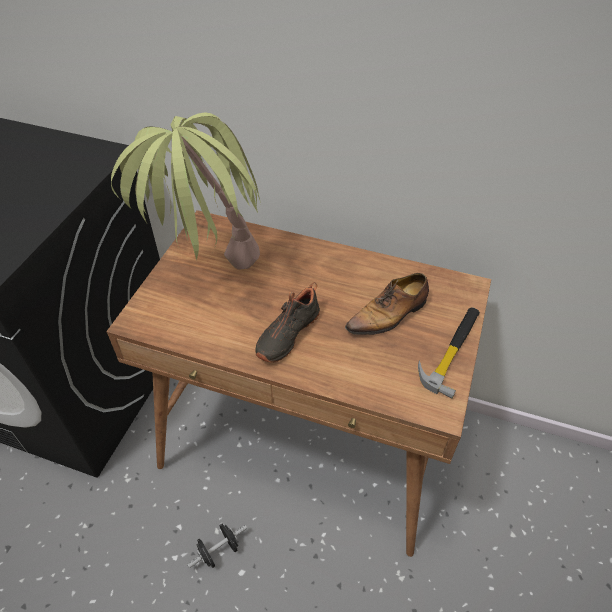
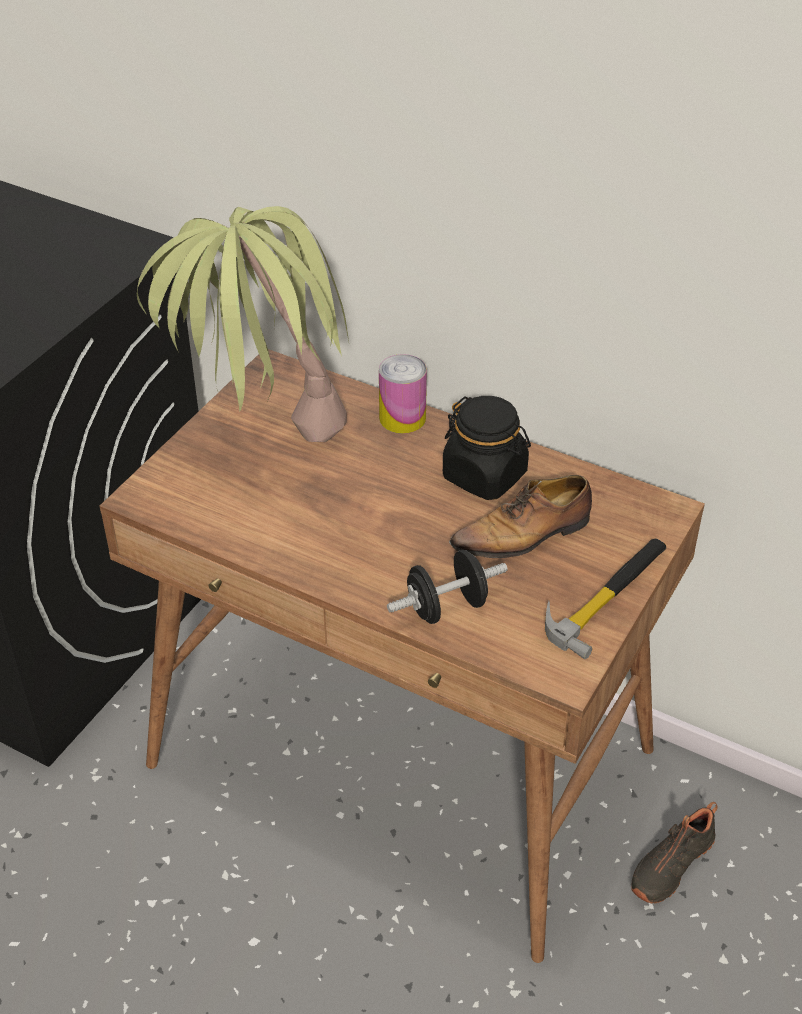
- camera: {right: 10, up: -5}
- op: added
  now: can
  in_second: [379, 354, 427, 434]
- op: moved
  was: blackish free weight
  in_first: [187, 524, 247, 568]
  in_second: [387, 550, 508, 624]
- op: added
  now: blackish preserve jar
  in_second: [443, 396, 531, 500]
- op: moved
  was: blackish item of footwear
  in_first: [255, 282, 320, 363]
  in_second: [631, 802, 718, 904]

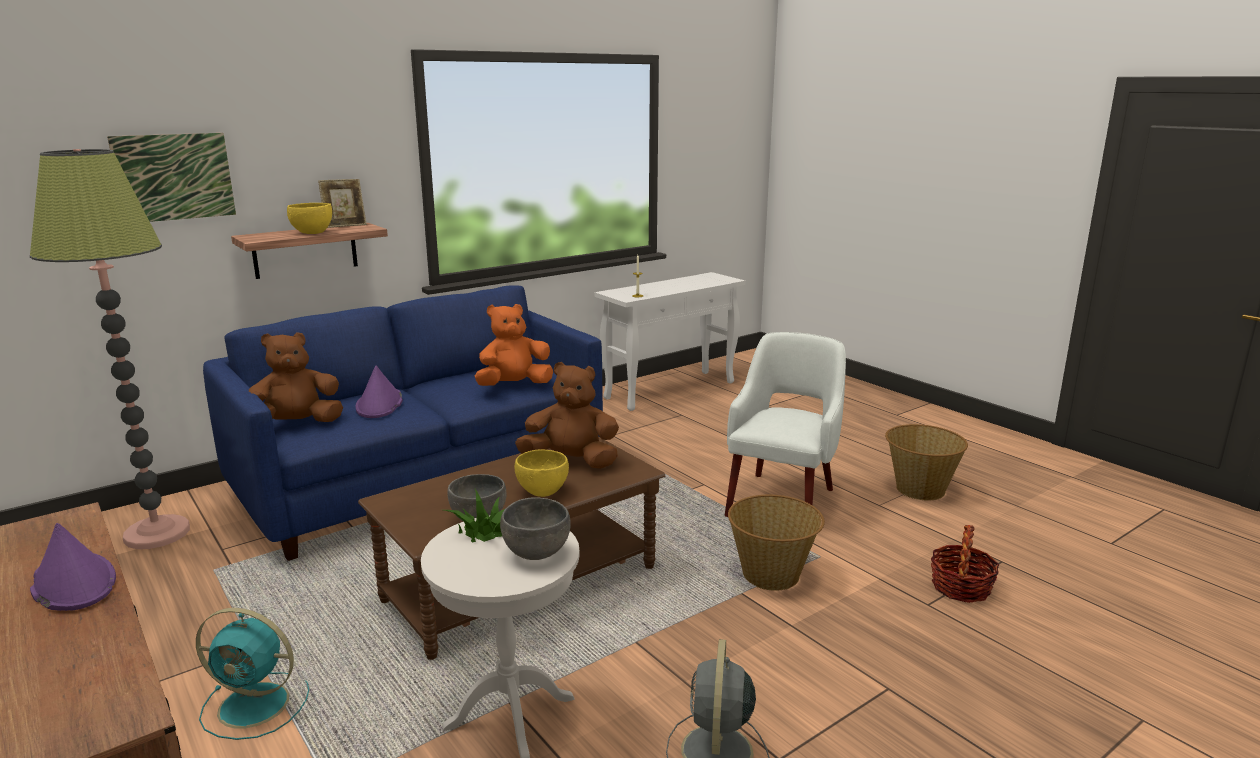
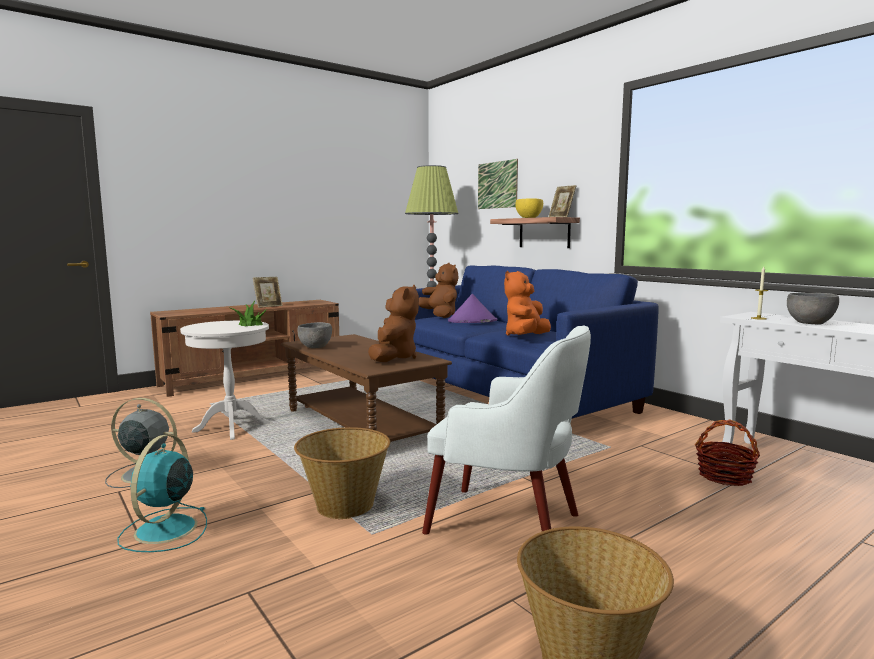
- camera: {right: 90, up: -10}
- op: moved
  was: turquoise-coloured cooling fan
  in_first: [196, 608, 309, 740]
  in_second: [117, 435, 207, 552]
- op: replaced
  was: purple wearable hat
  now: picture frame
  in_first: [30, 523, 116, 611]
  in_second: [253, 277, 283, 308]
- op: turned
  was: orangey plush toy
  in_first: [475, 304, 553, 386]
  in_second: [504, 271, 551, 335]
  clockwise: -120
- op: moved
  was: storage basket
  in_first: [931, 525, 999, 603]
  in_second: [695, 419, 760, 486]
- op: moved
  was: grey bowl
  in_first: [500, 497, 571, 560]
  in_second: [787, 293, 839, 324]
- op: removed
  was: yellow bowl
  in_first: [514, 449, 569, 497]

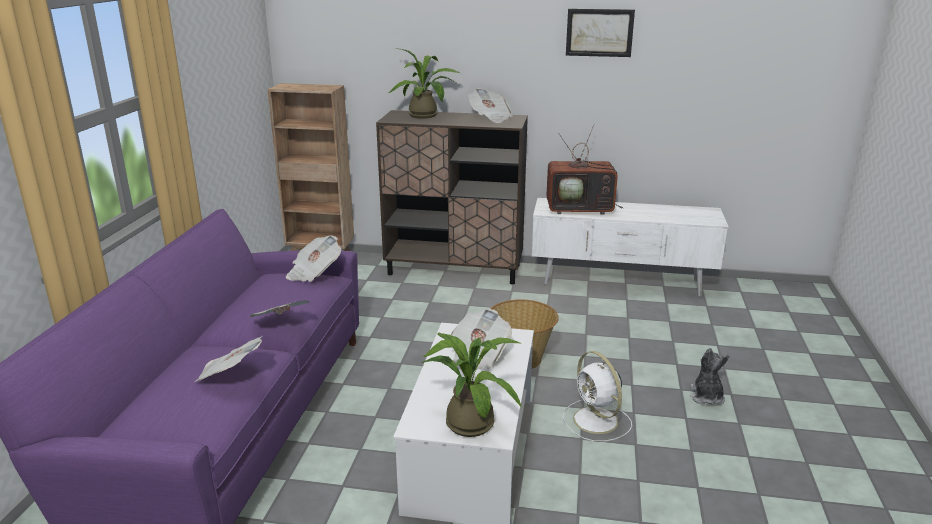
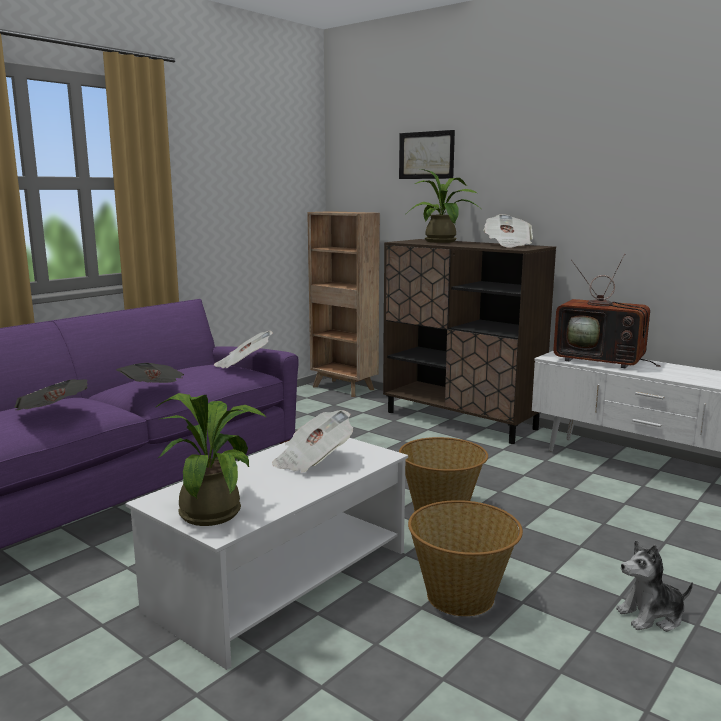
- camera: {right: 30, up: -10}
- op: moved
  was: picture
  in_first: [566, 9, 635, 57]
  in_second: [399, 130, 455, 179]
- op: replaced
  was: whitish cooling fan
  now: storage basket
  in_first: [563, 351, 632, 442]
  in_second: [408, 500, 523, 616]
- op: turned
  was: plush toy
  in_first: [690, 348, 730, 405]
  in_second: [616, 540, 693, 632]
  clockwise: -135

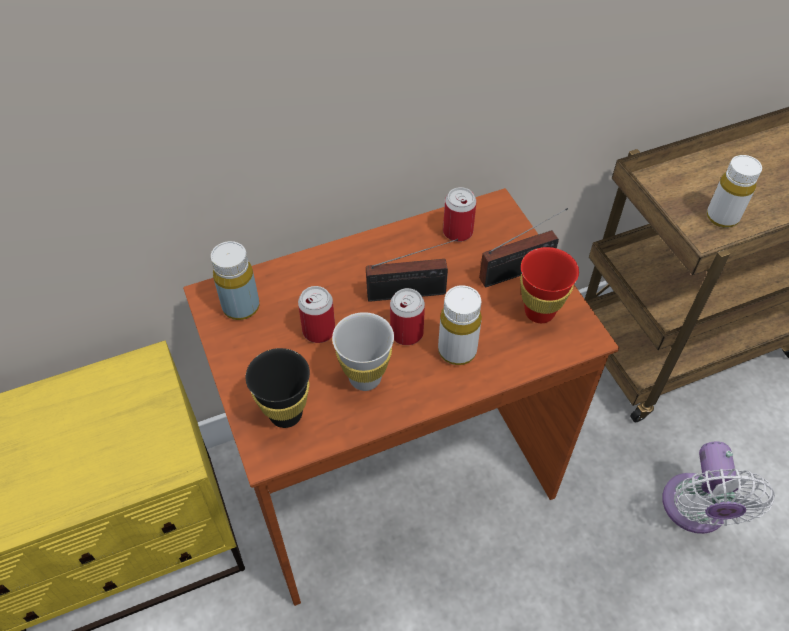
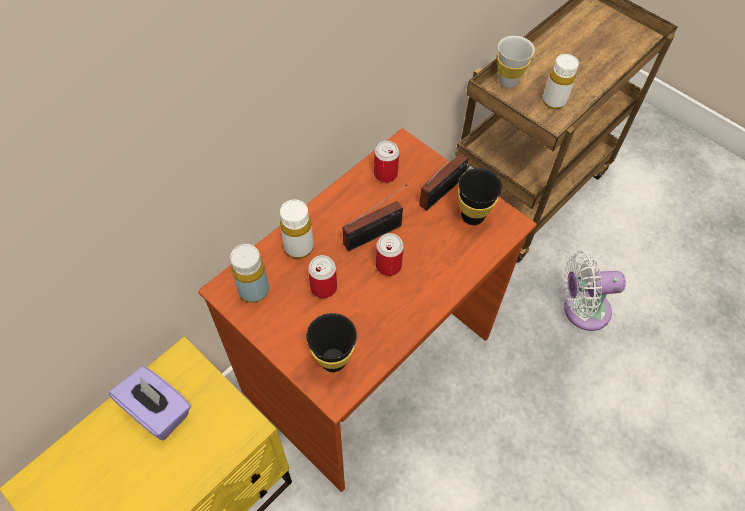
- camera: {right: -25, up: 5}
- op: added
  now: purple tissue holder
  in_second: [109, 367, 191, 440]
- op: moved
  was: whitish beverage bottle
  in_first: [438, 285, 482, 365]
  in_second: [280, 199, 314, 259]
- op: recoloured
  was: red cup
  now: blackish cup
  in_first: [520, 247, 579, 323]
  in_second: [458, 168, 502, 225]
- op: moved
  was: whitish cup
  in_first: [332, 312, 394, 391]
  in_second: [497, 36, 535, 88]
- op: turned
  was: whitish cooling fan
  in_first: [662, 442, 775, 534]
  in_second: [564, 251, 626, 331]
  clockwise: 105

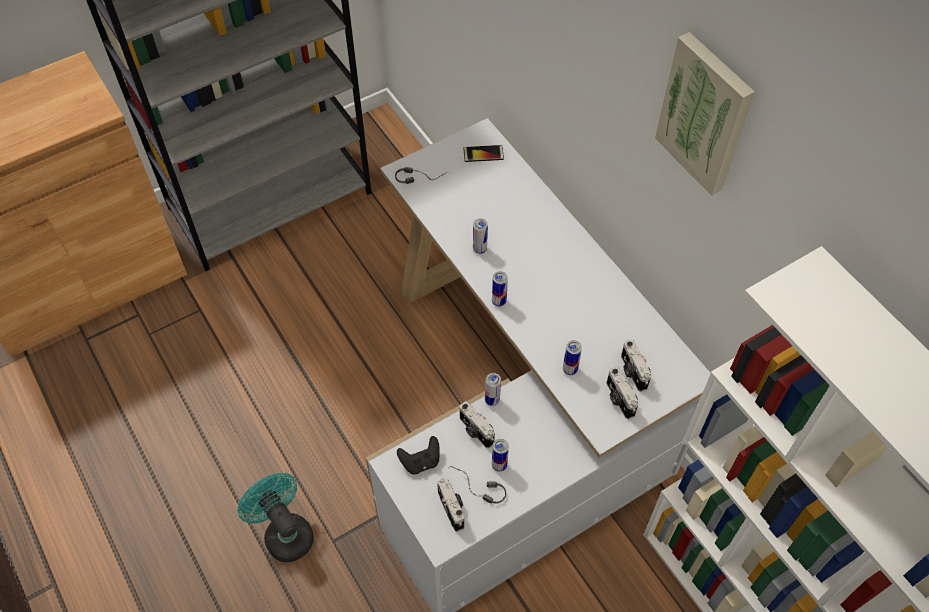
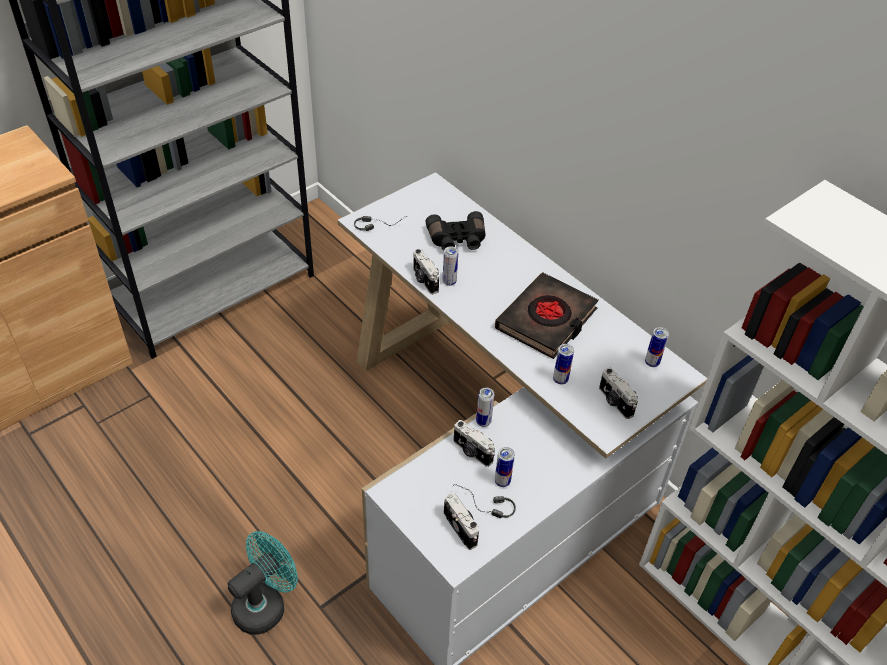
- camera: {right: -10, up: -10}
- op: turned
  was: turquoise-coloured cooling fan
  in_first: [238, 473, 314, 562]
  in_second: [228, 531, 298, 635]
  clockwise: 90
- op: moved
  was: photo camera
  in_first: [621, 340, 651, 392]
  in_second: [413, 249, 439, 294]
- op: added
  now: blackish field glasses
  in_second: [426, 211, 486, 251]
- op: added
  now: blackish book
  in_second: [495, 272, 598, 359]
- op: moved
  was: can
  in_first: [492, 271, 508, 307]
  in_second: [645, 327, 669, 367]
- op: removed
  was: blackish gamepad
  in_first: [397, 436, 440, 474]
- op: removed
  was: telephone
  in_first: [463, 145, 504, 162]
- op: removed
  was: picture
  in_first: [655, 32, 755, 196]

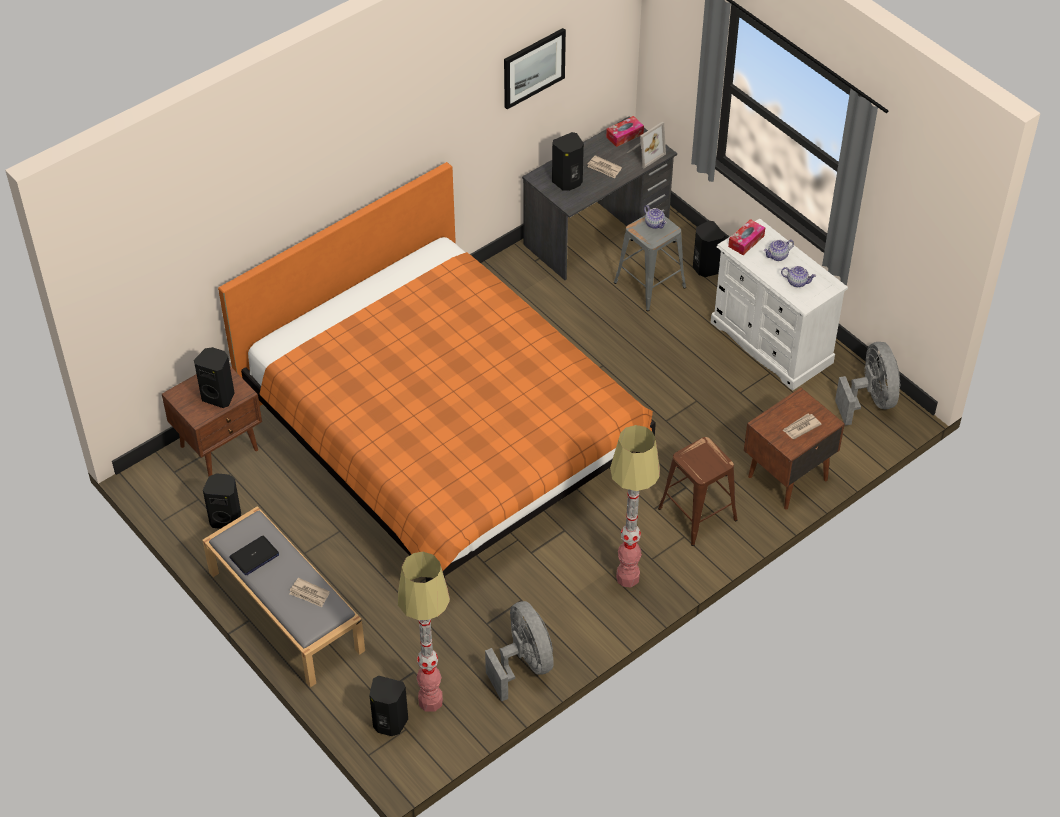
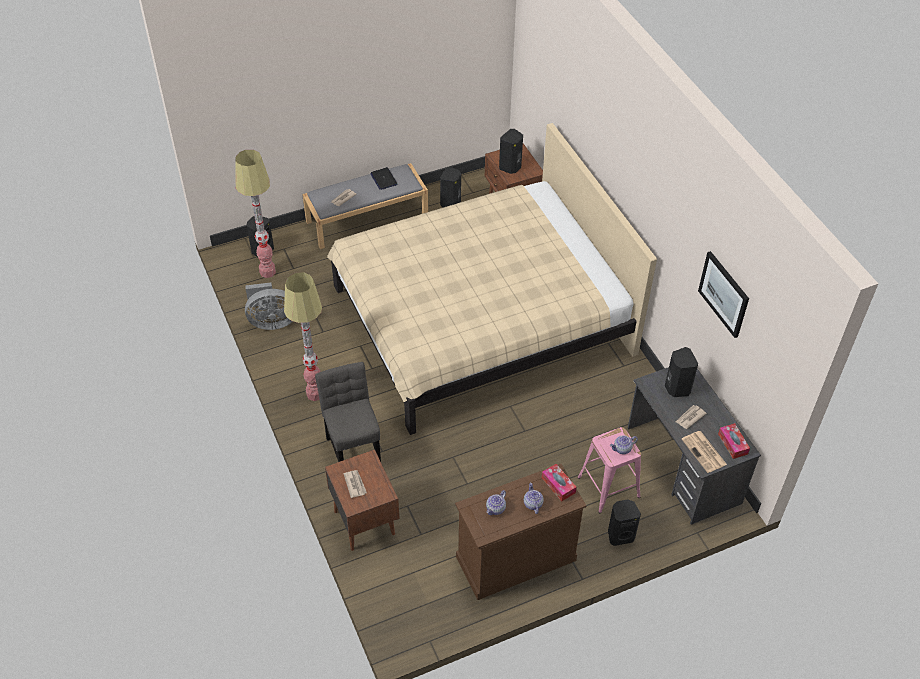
- camera: {right: 105, up: 0}
- op: replaced
  was: brown stool
  now: grey upright chair
  in_first: [658, 437, 737, 546]
  in_second: [315, 362, 381, 462]
- op: recoloured
  was: orangey sleeping bed
  now: beige-coloured sleeping bed
  in_first: [218, 162, 656, 582]
  in_second: [327, 123, 657, 435]
- op: recoloured
  was: whitish dresser
  now: brown dresser
  in_first: [711, 218, 848, 391]
  in_second: [455, 464, 587, 600]
- op: recoloured
  was: grey stool
  now: pinkish stool
  in_first: [614, 215, 686, 311]
  in_second: [578, 427, 641, 513]
- op: replaced
  was: picture frame
  now: daily paper
  in_first: [627, 121, 666, 168]
  in_second: [682, 431, 727, 473]
- op: removed
  was: grey cooling fan
  in_first: [835, 342, 900, 426]

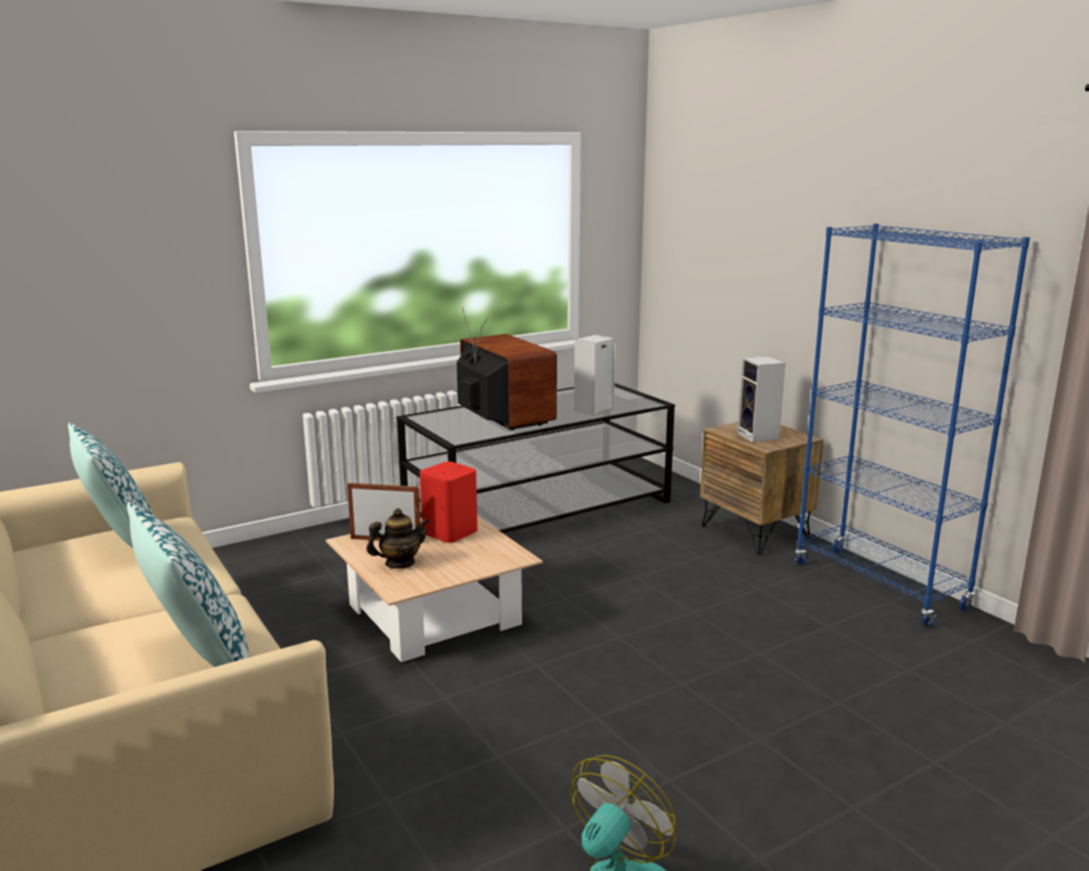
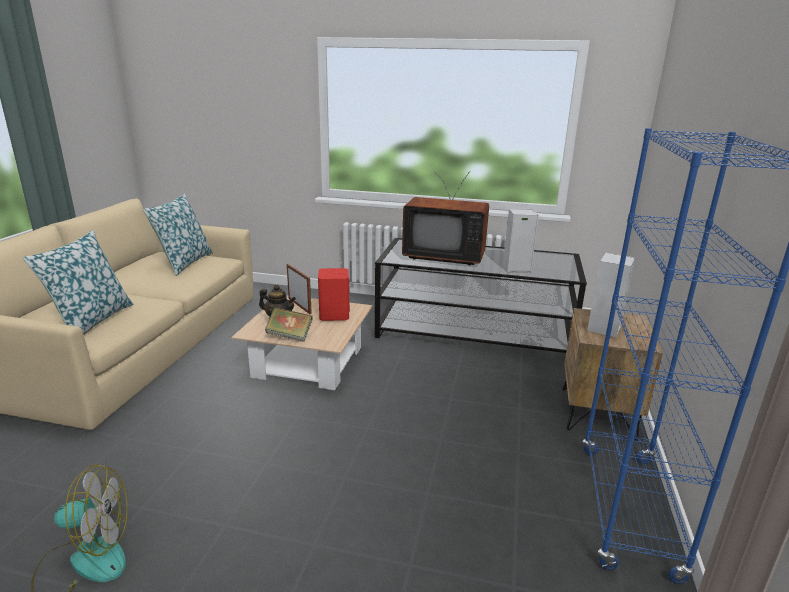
- camera: {right: 45, up: 5}
- op: added
  now: book
  in_second: [265, 307, 312, 342]
- op: turned
  was: TV set
  in_first: [457, 307, 557, 431]
  in_second: [402, 171, 489, 265]
  clockwise: 90

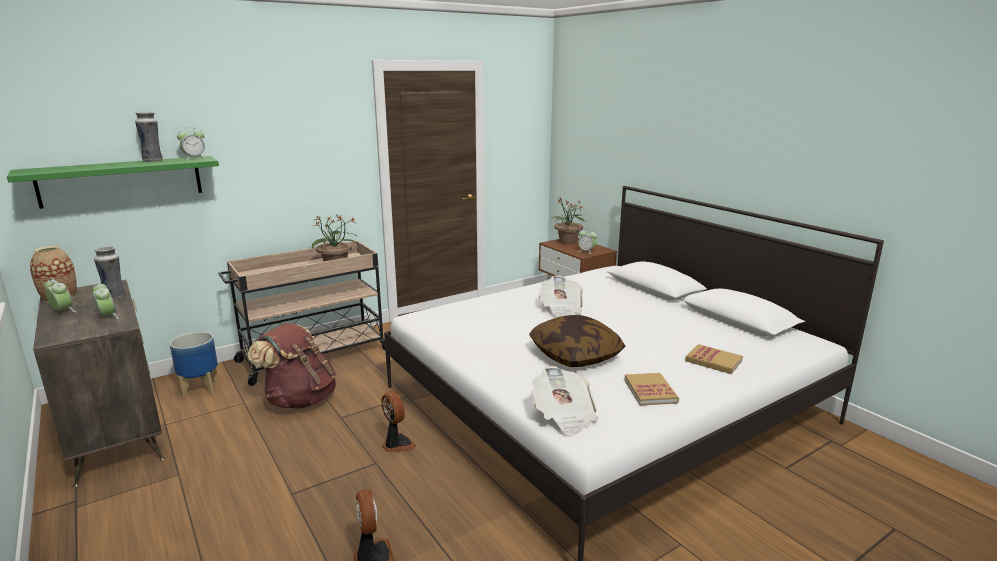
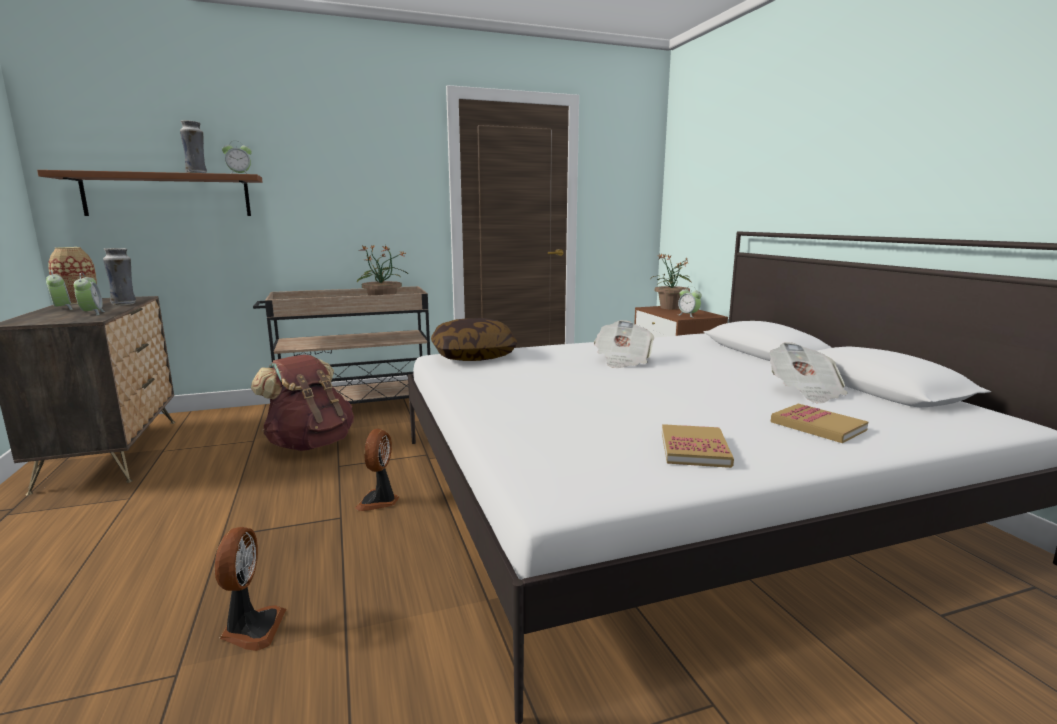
- camera: {right: 15, up: -5}
- op: recoloured
  was: green shelf
  now: brown shelf
  in_first: [7, 156, 219, 209]
  in_second: [37, 170, 263, 216]
- op: turned
  was: cooling fan
  in_first: [381, 391, 417, 452]
  in_second: [355, 429, 399, 511]
  clockwise: -150
- op: moved
  was: throw pillow
  in_first: [529, 315, 625, 367]
  in_second: [431, 318, 517, 361]
- op: moved
  was: daily paper
  in_first: [532, 366, 599, 437]
  in_second: [769, 342, 848, 404]
- op: removed
  was: plant pot
  in_first: [169, 332, 218, 397]

